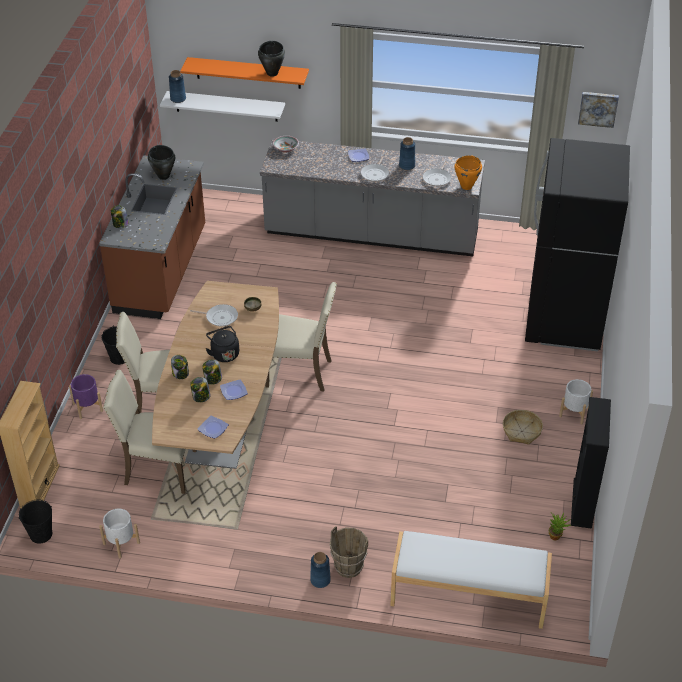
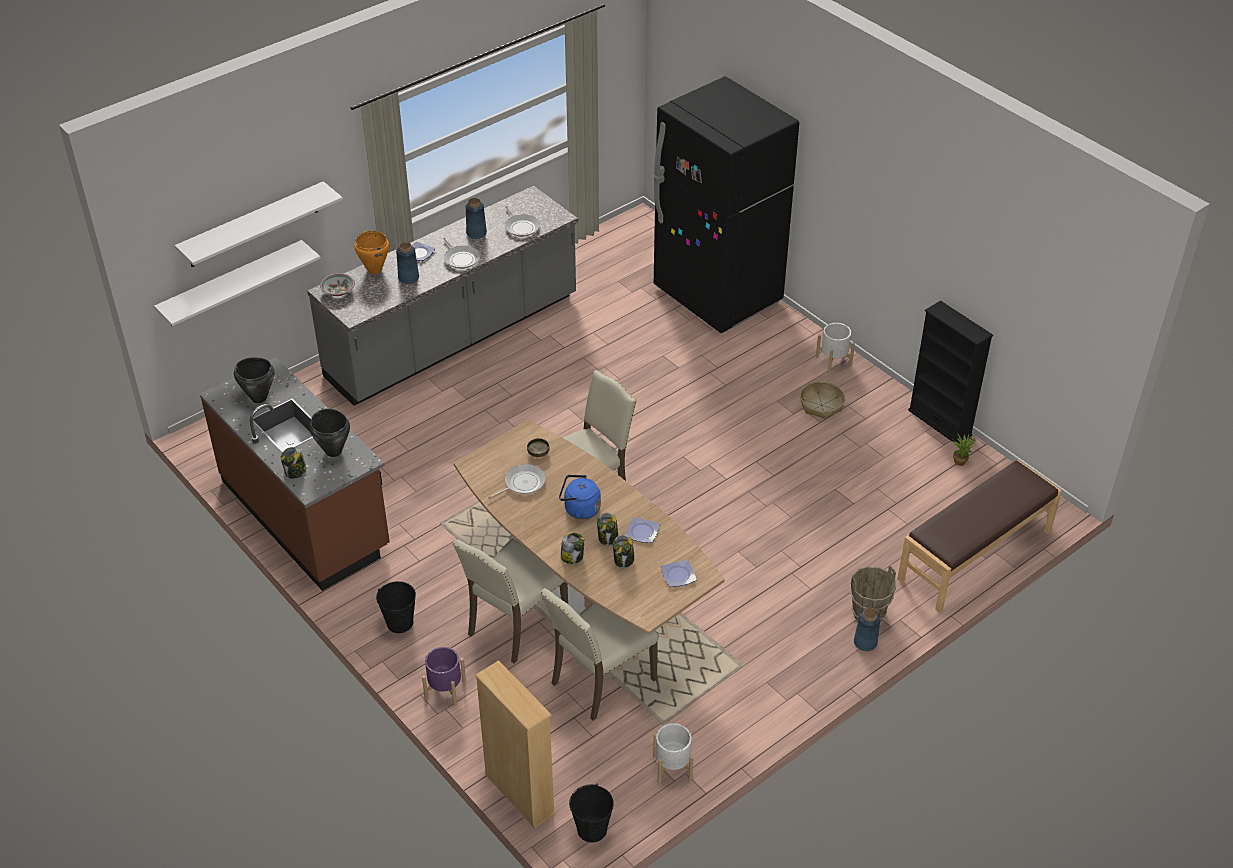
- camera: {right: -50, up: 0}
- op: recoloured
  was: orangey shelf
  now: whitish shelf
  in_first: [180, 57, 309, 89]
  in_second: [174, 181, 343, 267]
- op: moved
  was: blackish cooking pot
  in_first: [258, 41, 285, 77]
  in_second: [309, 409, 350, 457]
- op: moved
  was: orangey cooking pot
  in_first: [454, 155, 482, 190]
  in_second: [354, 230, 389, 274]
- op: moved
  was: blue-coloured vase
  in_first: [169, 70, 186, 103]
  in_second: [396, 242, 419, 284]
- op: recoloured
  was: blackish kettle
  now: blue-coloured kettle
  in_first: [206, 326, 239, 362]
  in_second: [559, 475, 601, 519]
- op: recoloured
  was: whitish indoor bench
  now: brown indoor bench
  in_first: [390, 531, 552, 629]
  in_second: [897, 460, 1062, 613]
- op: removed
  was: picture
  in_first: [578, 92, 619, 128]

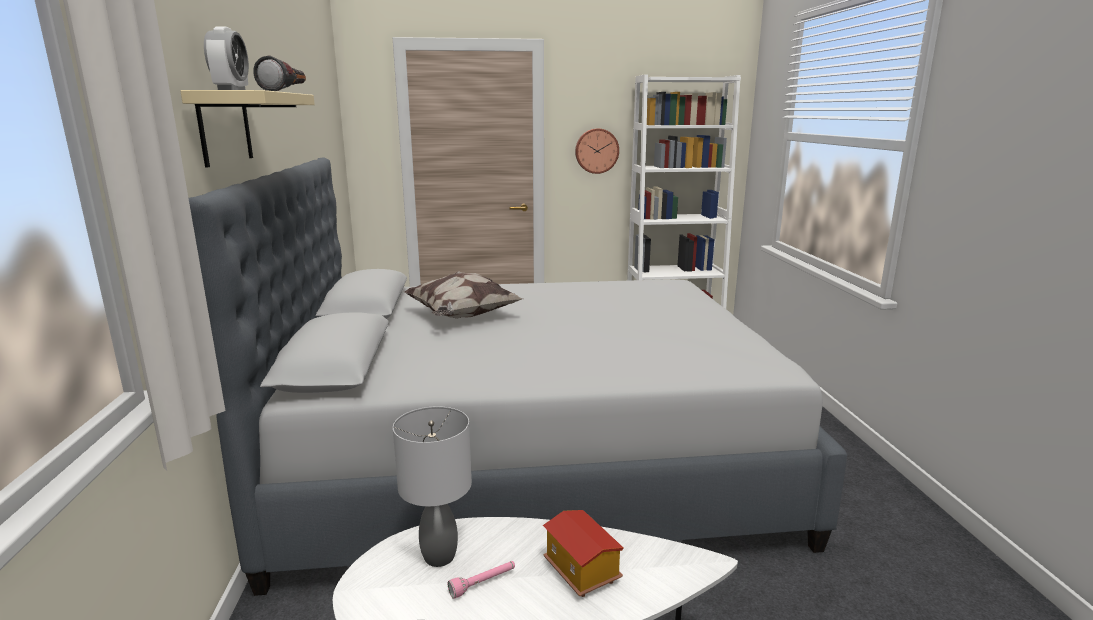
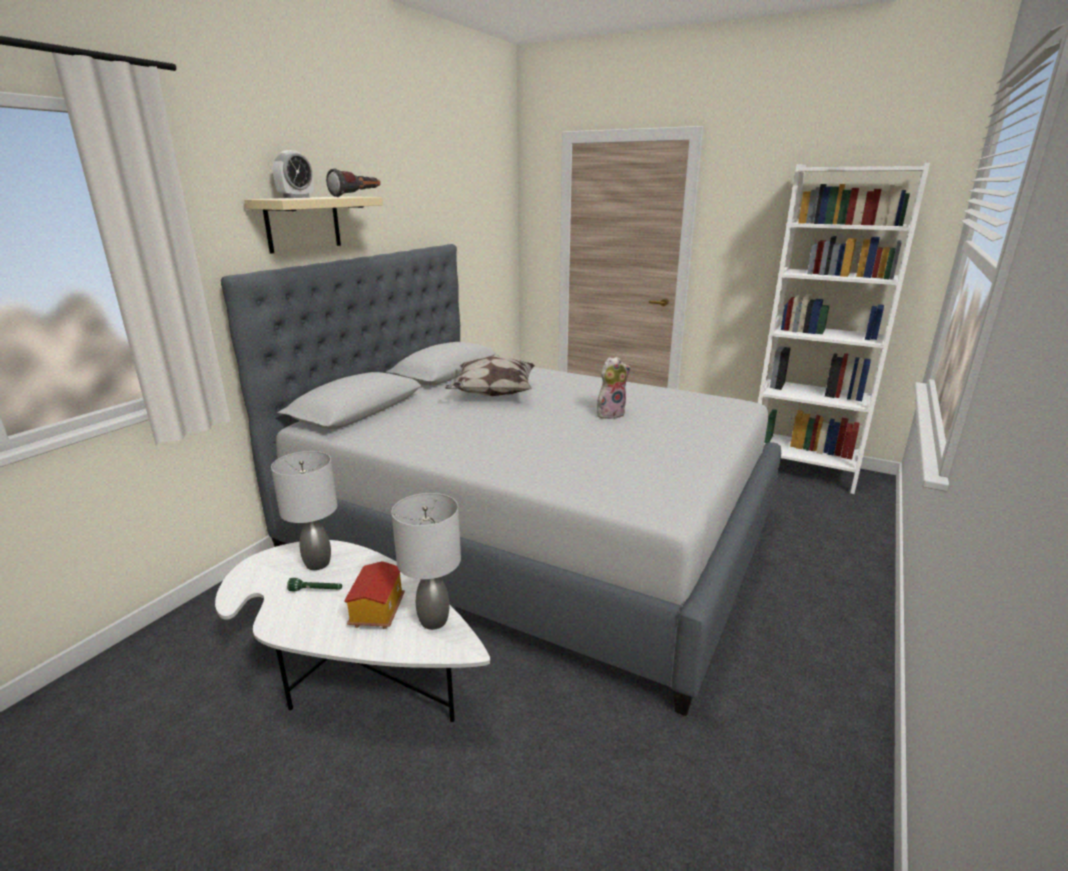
- camera: {right: 35, up: 5}
- op: recoloured
  was: pinkish hand torch
  now: green hand torch
  in_first: [448, 561, 515, 599]
  in_second: [287, 578, 342, 591]
- op: added
  now: grey tabletop lamp
  in_second: [391, 493, 461, 630]
- op: added
  now: plush toy
  in_second: [597, 357, 631, 419]
- op: removed
  was: hanging clock
  in_first: [575, 128, 619, 174]

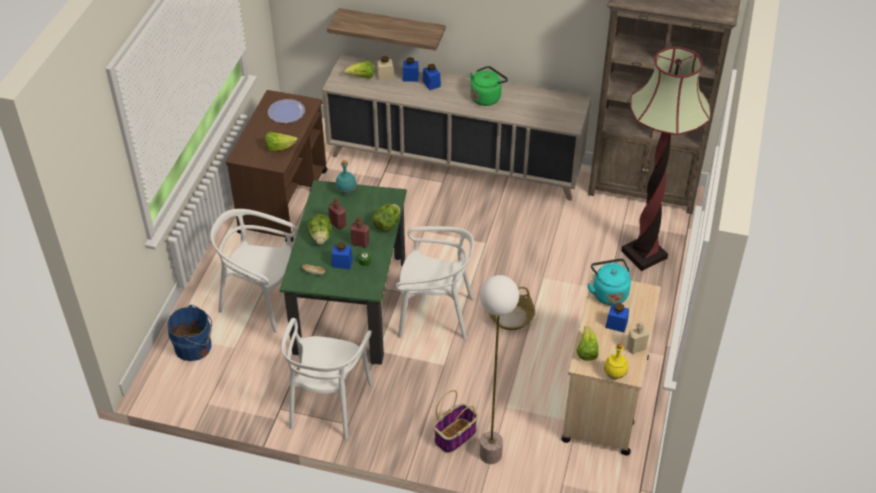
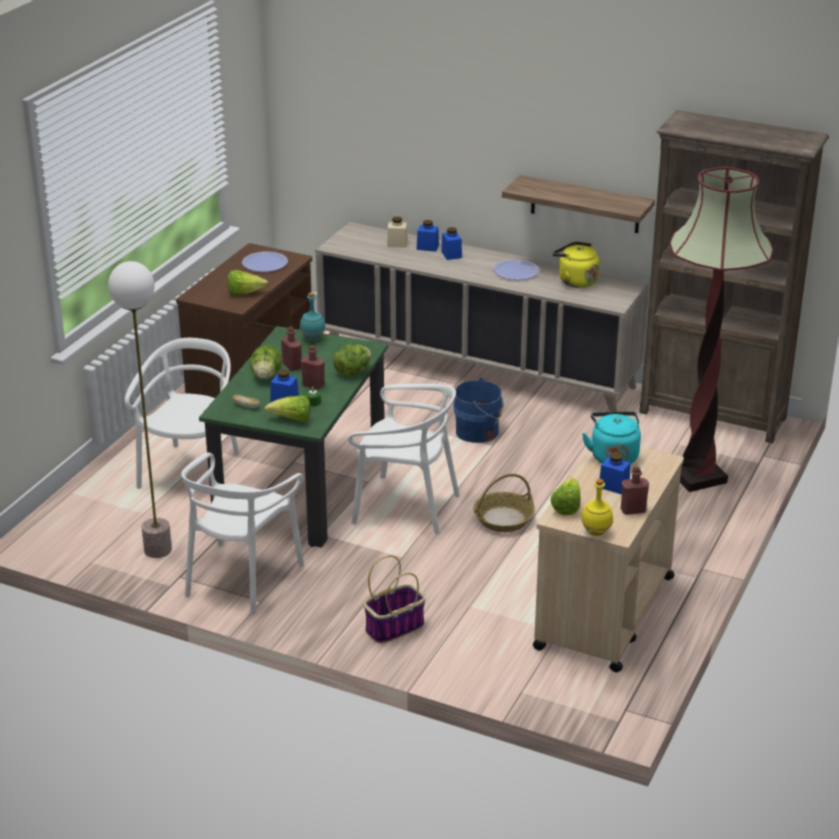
- camera: {right: 10, up: -15}
- op: moved
  was: standing lamp
  in_first: [480, 275, 519, 464]
  in_second: [108, 261, 172, 558]
- op: turned
  was: whitish upright chair
  in_first: [211, 209, 298, 333]
  in_second: [125, 338, 239, 489]
  clockwise: 75
- op: moved
  was: head of lettuce
  in_first: [344, 61, 374, 78]
  in_second: [264, 395, 310, 422]
- op: moved
  was: blue-coloured pail
  in_first: [168, 305, 212, 361]
  in_second: [454, 378, 504, 443]
- op: replaced
  was: green kettle
  now: flat dish
  in_first: [470, 66, 508, 106]
  in_second: [493, 259, 540, 280]
- op: moved
  was: shelf
  in_first: [327, 8, 446, 51]
  in_second: [502, 175, 655, 233]
- op: added
  now: yellow kettle
  in_second: [552, 241, 600, 288]
- op: recoloured
  was: beige-coloured beverage bottle
  now: red beverage bottle
  in_first: [627, 322, 650, 354]
  in_second: [621, 466, 649, 515]

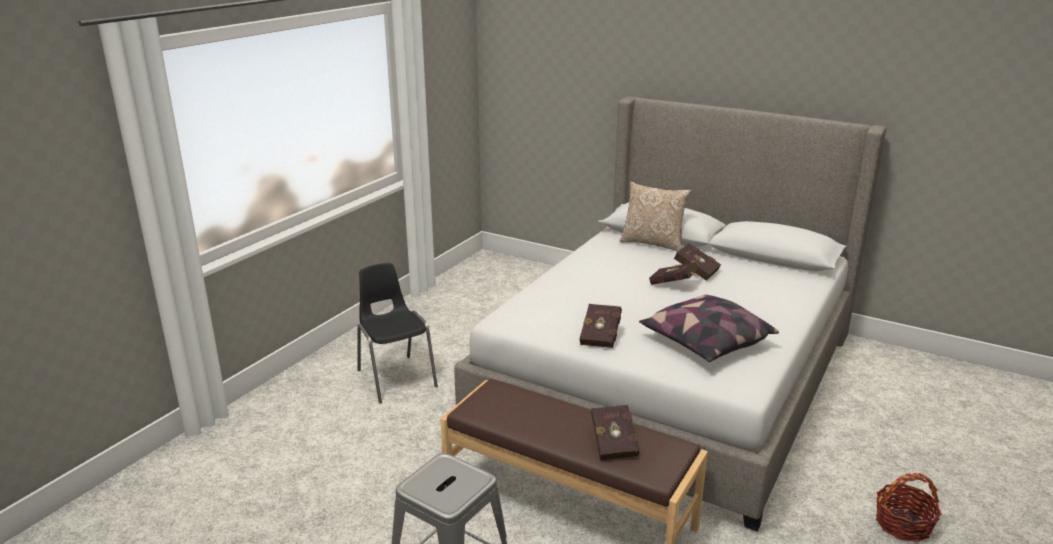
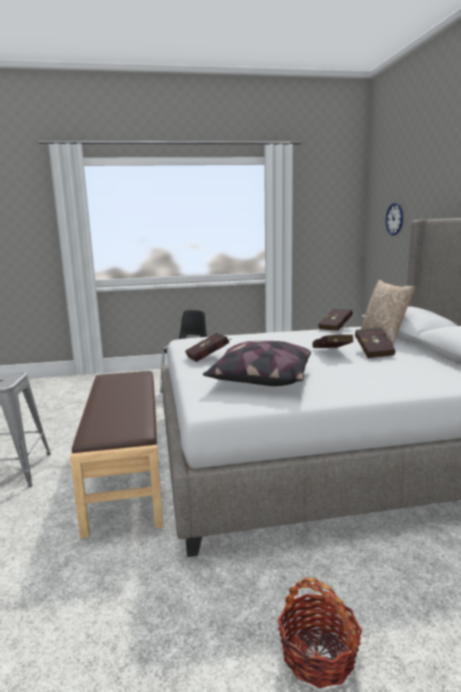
- camera: {right: 50, up: -10}
- op: moved
  was: red book
  in_first: [591, 403, 639, 460]
  in_second: [318, 309, 353, 331]
- op: added
  now: hanging clock
  in_second: [386, 203, 403, 236]

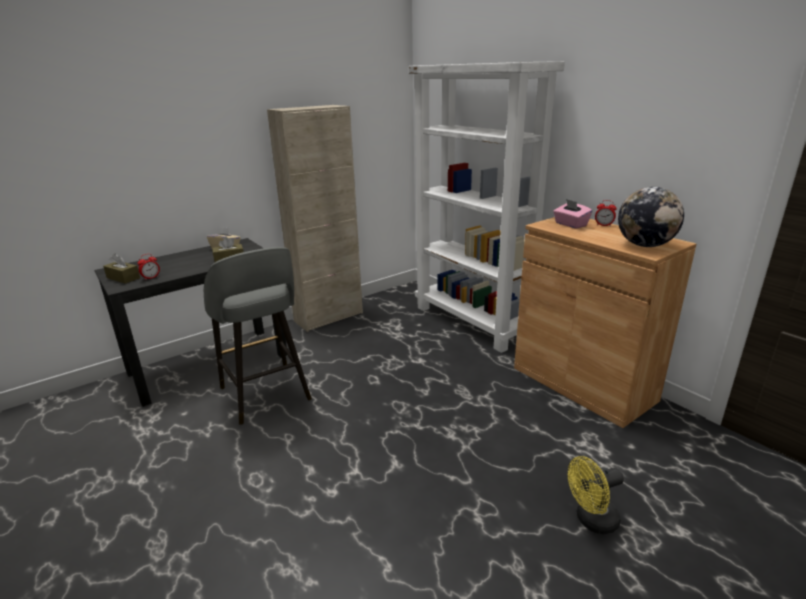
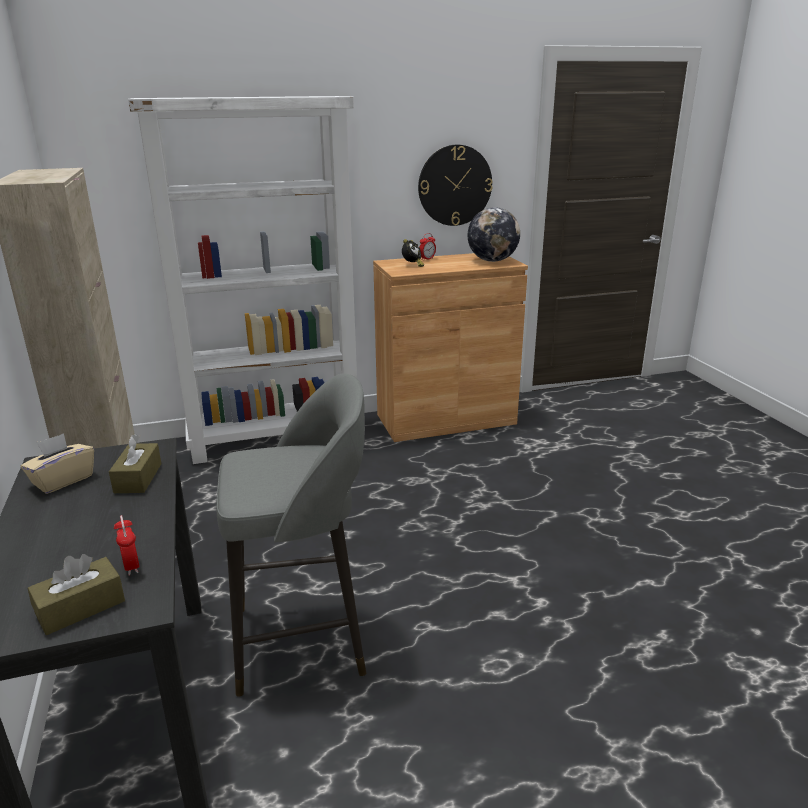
- camera: {right: -70, up: 0}
- op: replaced
  was: pinkish tissue holder
  now: bedside clock
  in_first: [553, 199, 592, 229]
  in_second: [402, 239, 424, 267]
- op: added
  now: hanging clock
  in_second: [418, 145, 493, 226]
- op: removed
  was: yellow cooling fan
  in_first: [568, 456, 624, 534]

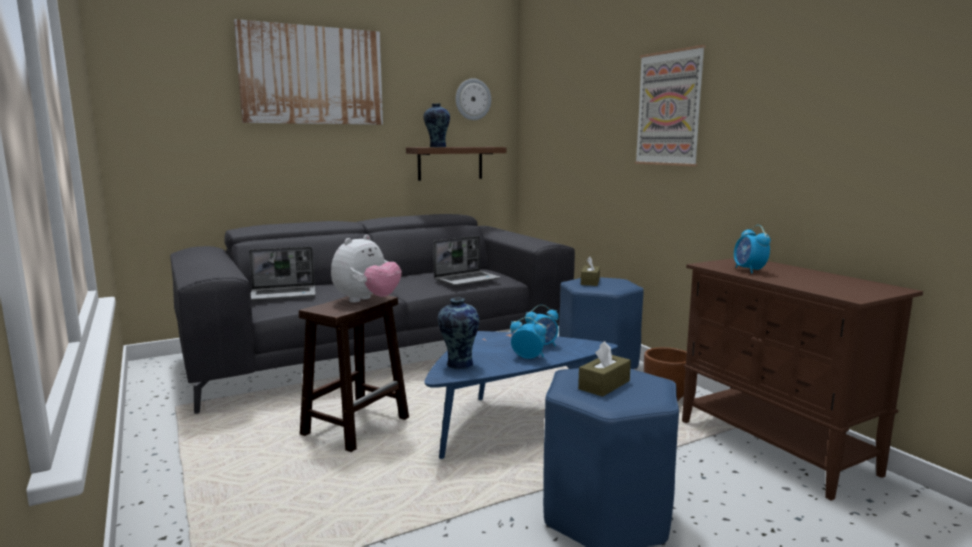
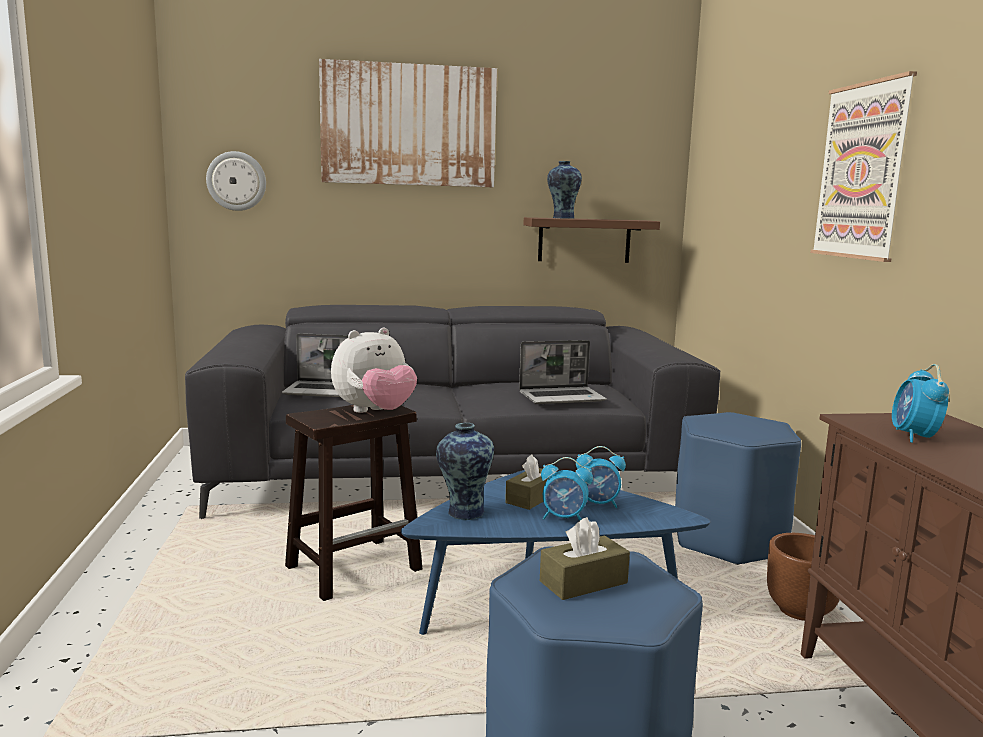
- camera: {right: 20, up: 0}
- op: moved
  was: hanging clock
  in_first: [456, 78, 491, 120]
  in_second: [206, 151, 266, 211]
- op: moved
  was: brown tissue holder
  in_first: [581, 256, 600, 286]
  in_second: [505, 454, 549, 510]
- op: turned
  was: bedside clock
  in_first: [510, 317, 546, 359]
  in_second: [541, 457, 593, 521]
  clockwise: 150

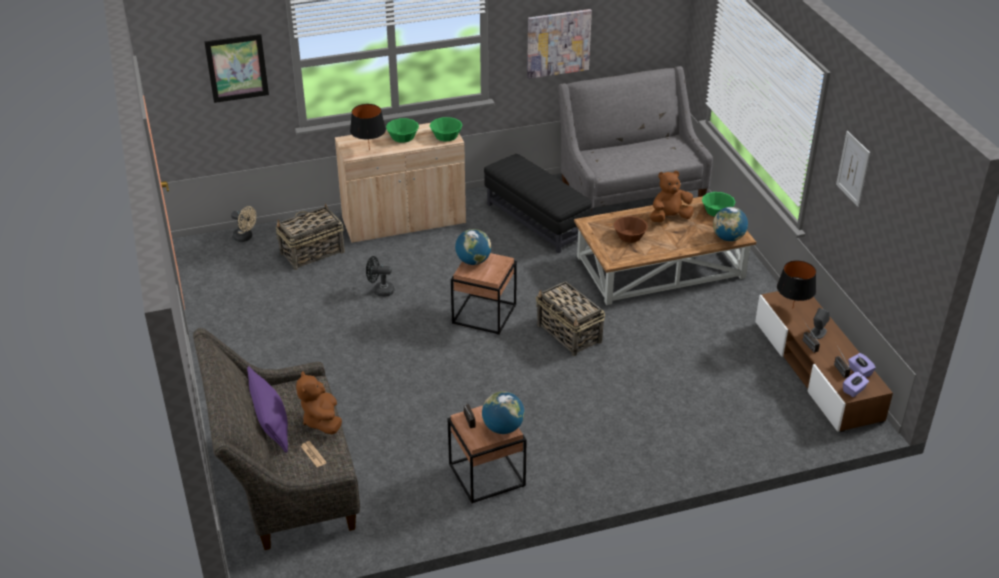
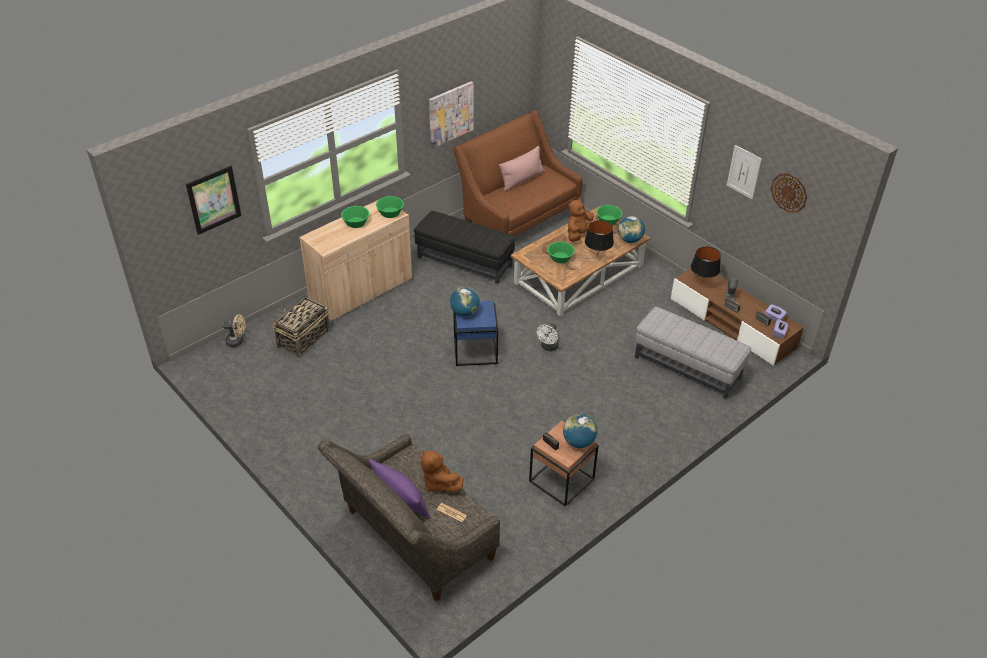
- camera: {right: -25, up: 5}
- op: recoloured
  was: grey couch
  now: brown couch
  in_first: [557, 66, 713, 212]
  in_second: [453, 110, 583, 237]
- op: recoloured
  was: brown accent table
  now: blue-coloured accent table
  in_first: [451, 253, 517, 335]
  in_second: [453, 301, 498, 366]
- op: added
  now: pinkish throw pillow
  in_second: [499, 146, 545, 191]
- op: replaced
  was: storage basket
  now: whitish cooling fan
  in_first: [536, 281, 605, 356]
  in_second: [537, 323, 559, 351]
- op: recoloured
  was: brown bowl
  now: green bowl
  in_first: [614, 216, 648, 243]
  in_second: [548, 241, 575, 263]
- op: moved
  was: blackish tabletop lamp
  in_first: [350, 104, 386, 151]
  in_second: [585, 220, 614, 257]
- op: added
  now: grey footrest
  in_second: [635, 307, 751, 399]
- op: added
  now: hanging clock
  in_second: [771, 173, 807, 213]
- op: removed
  was: blackish cooling fan
  in_first: [366, 256, 394, 297]

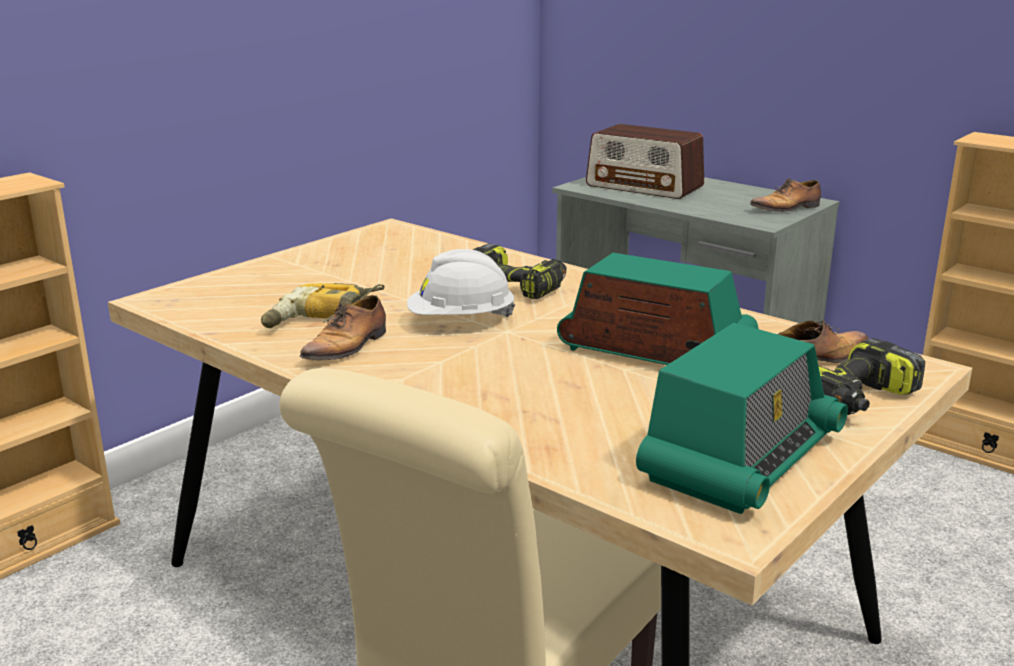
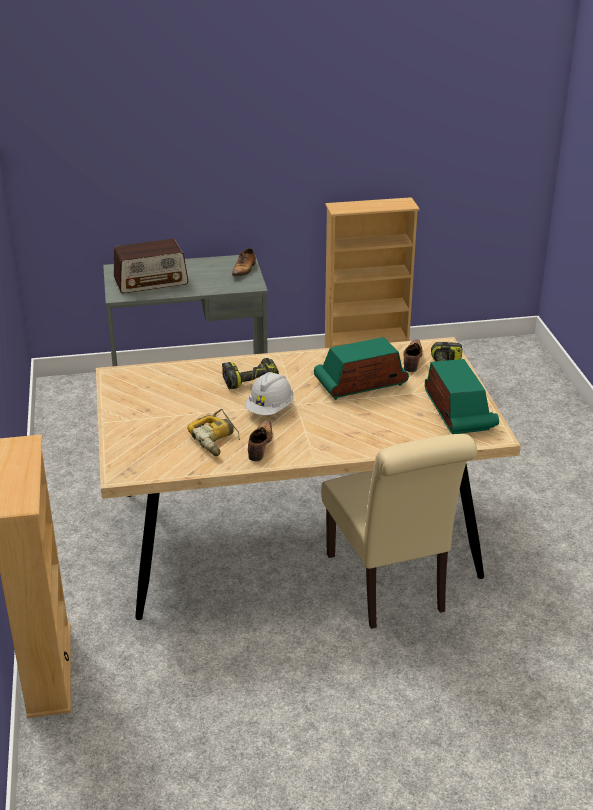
- camera: {right: -50, up: 10}
- op: turned
  was: item of footwear
  in_first: [300, 295, 386, 361]
  in_second: [248, 421, 272, 461]
  clockwise: -150

